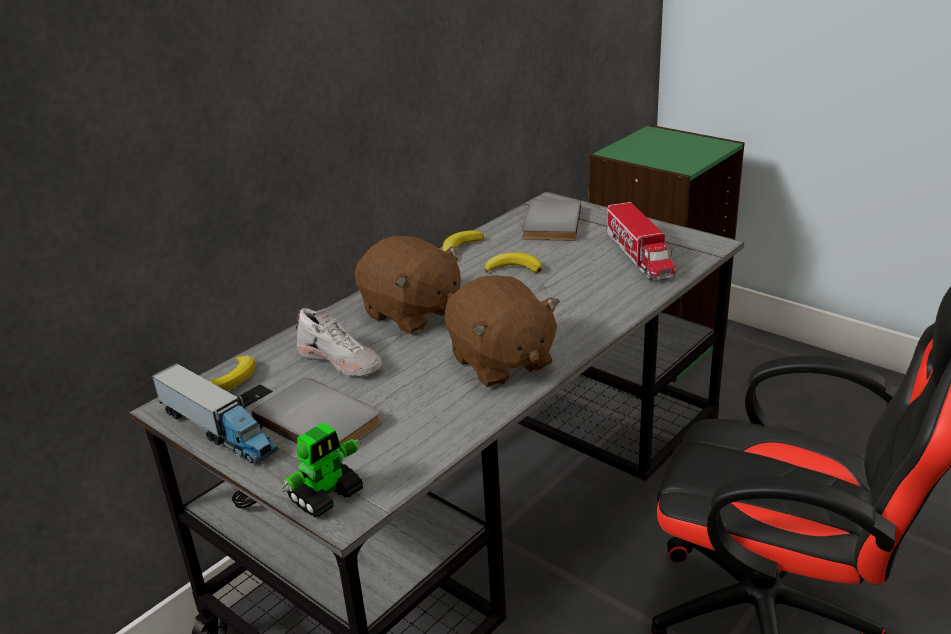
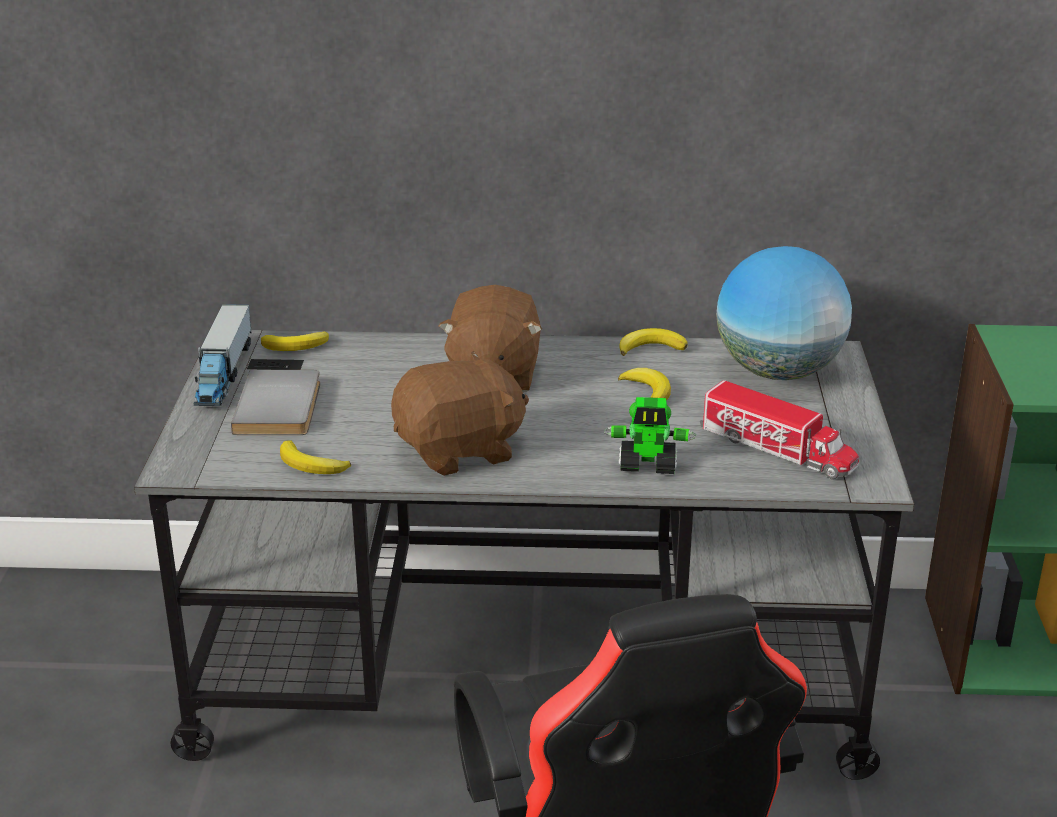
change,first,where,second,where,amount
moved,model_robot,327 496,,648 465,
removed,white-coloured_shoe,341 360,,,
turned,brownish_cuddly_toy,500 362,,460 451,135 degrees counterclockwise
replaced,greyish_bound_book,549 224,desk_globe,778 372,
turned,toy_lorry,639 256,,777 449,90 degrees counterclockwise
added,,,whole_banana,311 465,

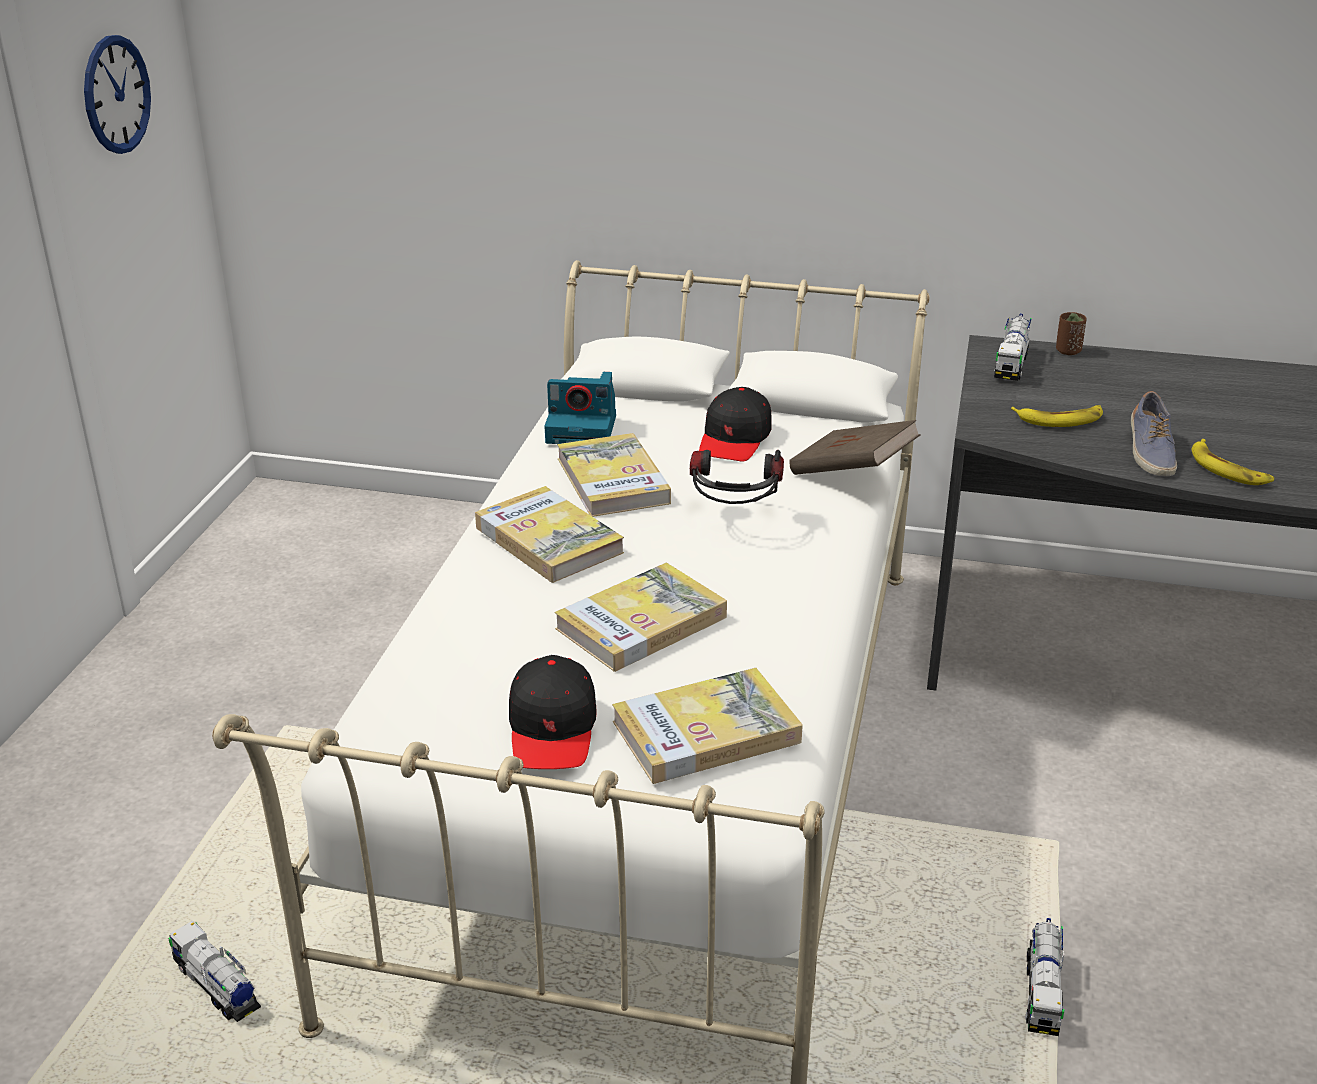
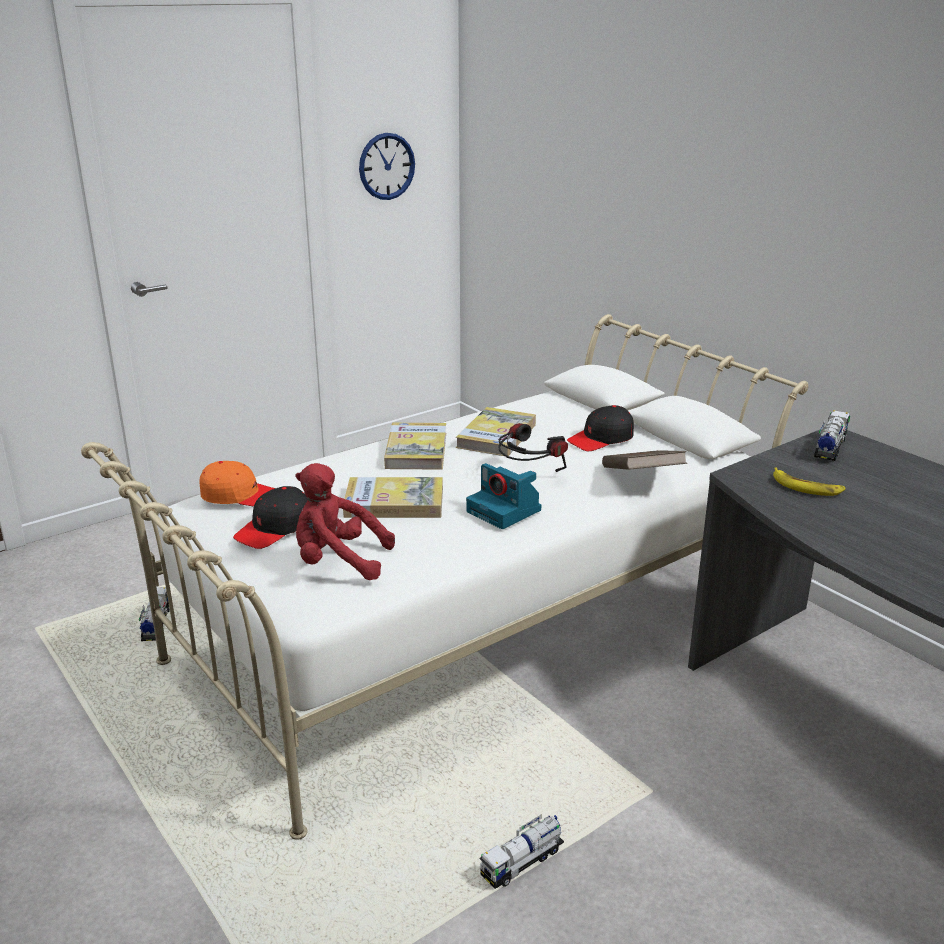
change,first,where,second,where,amount
moved,photo_camera,583 429,,505 511,
replaced,bound_book,706 732,reddish_cuddly_toy,338 562,
turned,toy_lorry,1011 365,,830 448,150 degrees clockwise
removed,brownish_small_cup,1068 351,,,
removed,shoe,1149 452,,,
removed,whole_banana,1227 469,,,
added,,,orange-coloured_cap,239 496,

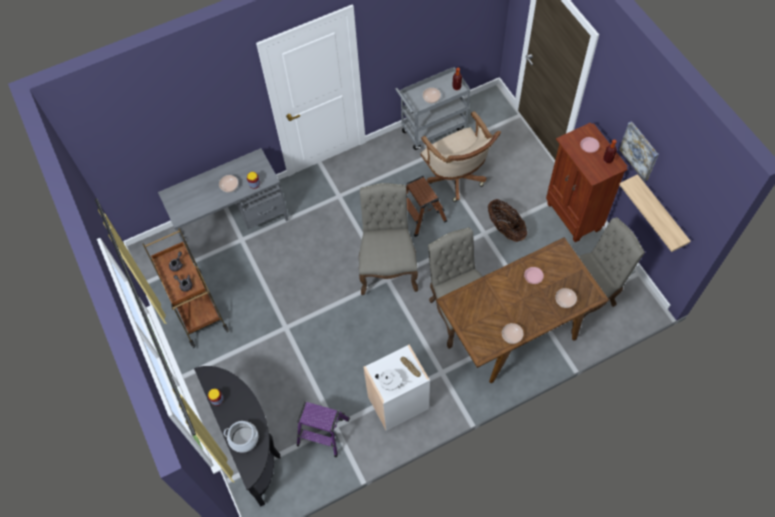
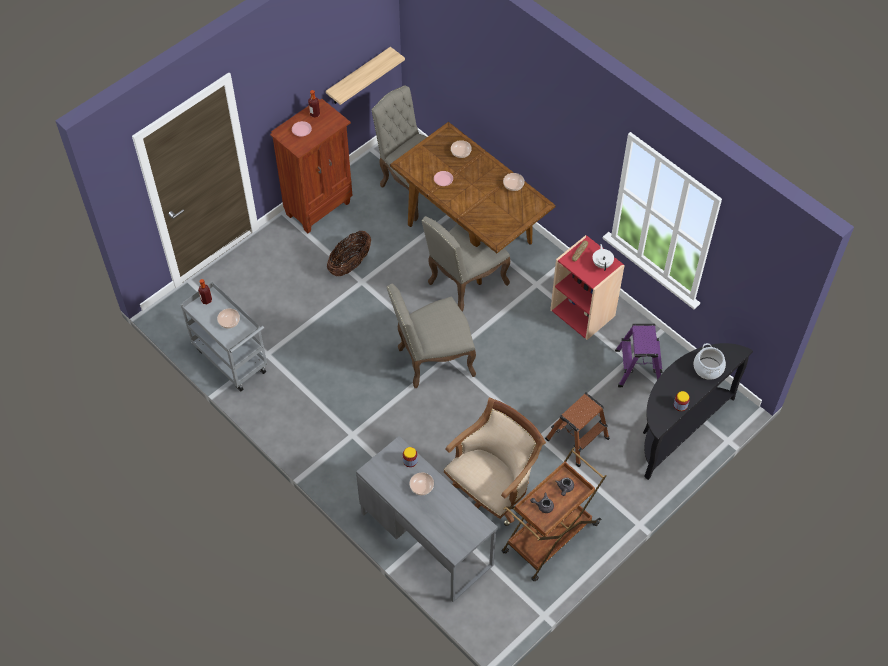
change,first,where,second,where,amount
recoloured,white-coloured_bookshelf,397 403,reddish_bookshelf,583 313,
moved,brownish_step_ladder,422 215,,577 438,
moved,office_chair,457 180,,492 494,
removed,picture,639 150,,,

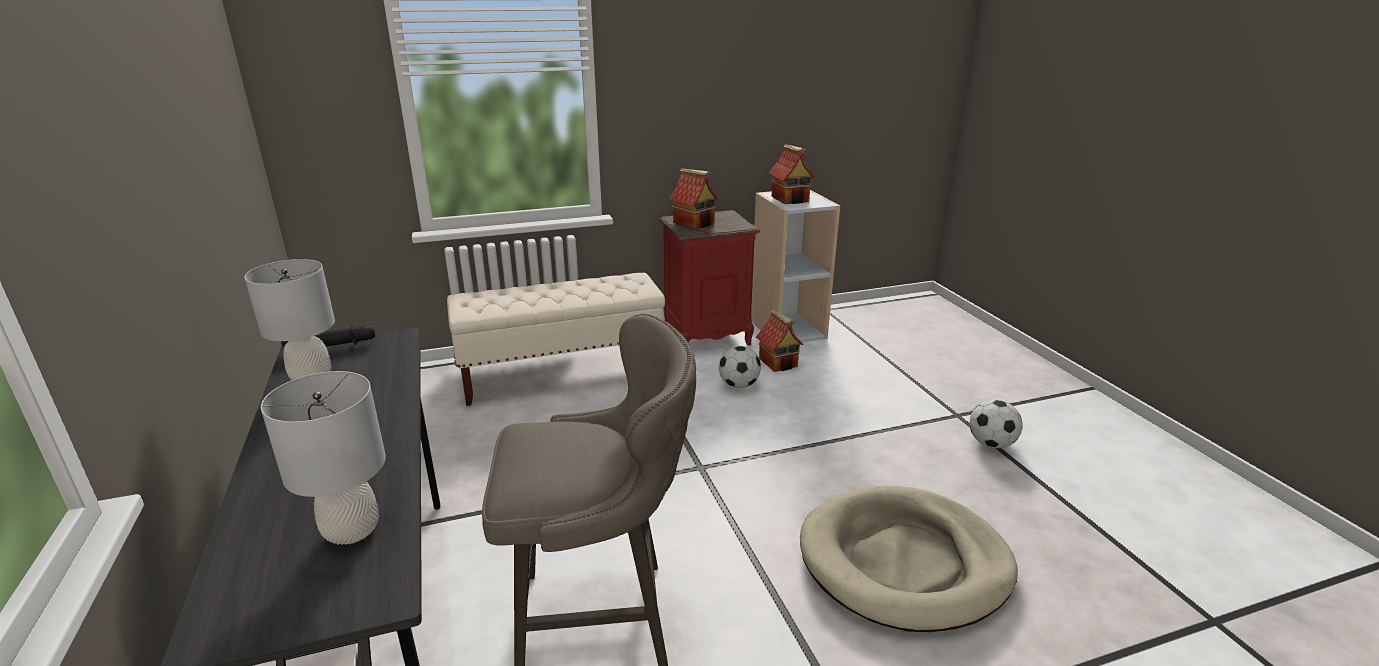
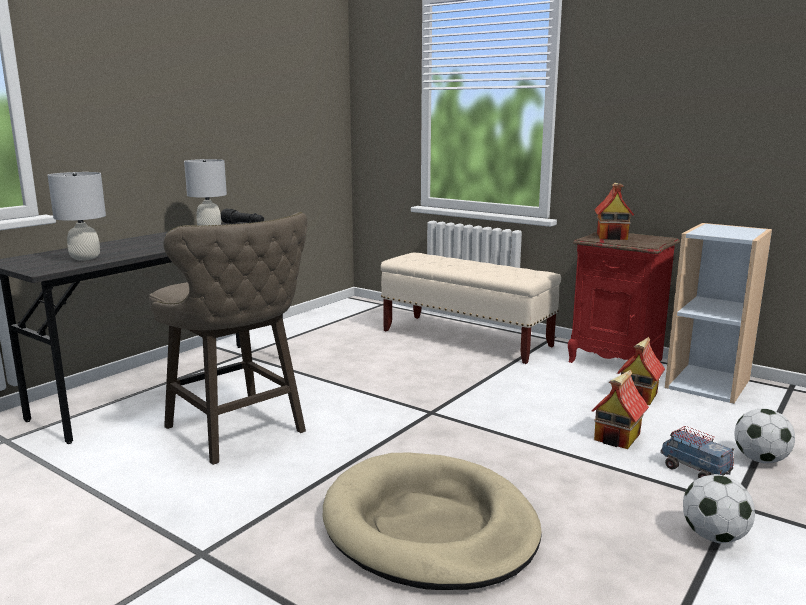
change,first,where,second,where,amount
moved,ball_for_football,739 385,,760 460,
moved,toy_house,791 199,,617 437,
added,,,toy_lorry,694 471,

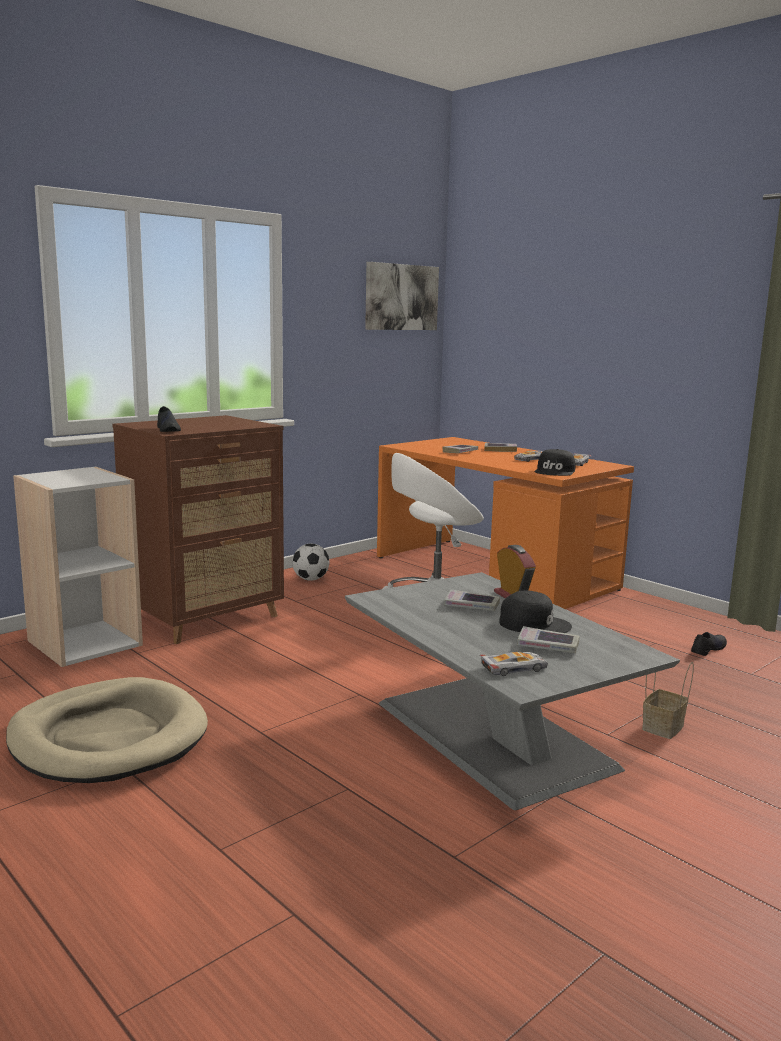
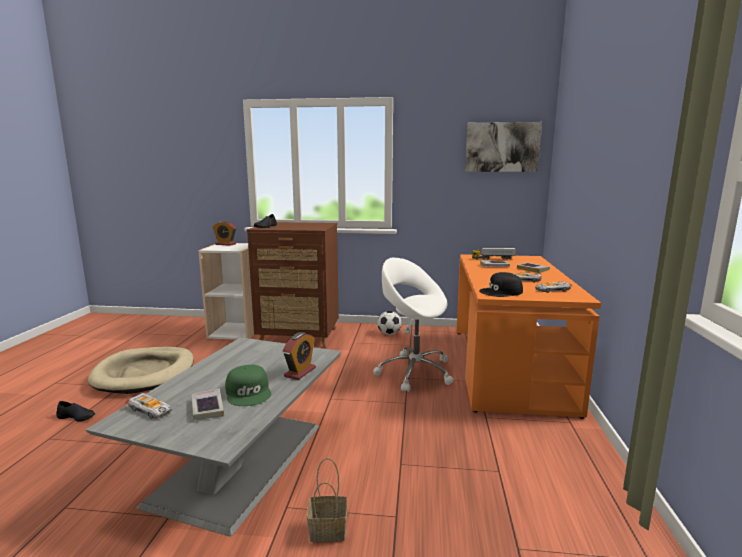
change,first,where,second,where,amount
removed,bound_book,471 605,,,
recoloured,blackish_cap,534 624,green-coloured_cap,249 392,
moved,blackish_shoe,708 649,,76 417,
added,,,alarm_clock,225 244,
added,,,toy_lorry,493 258,

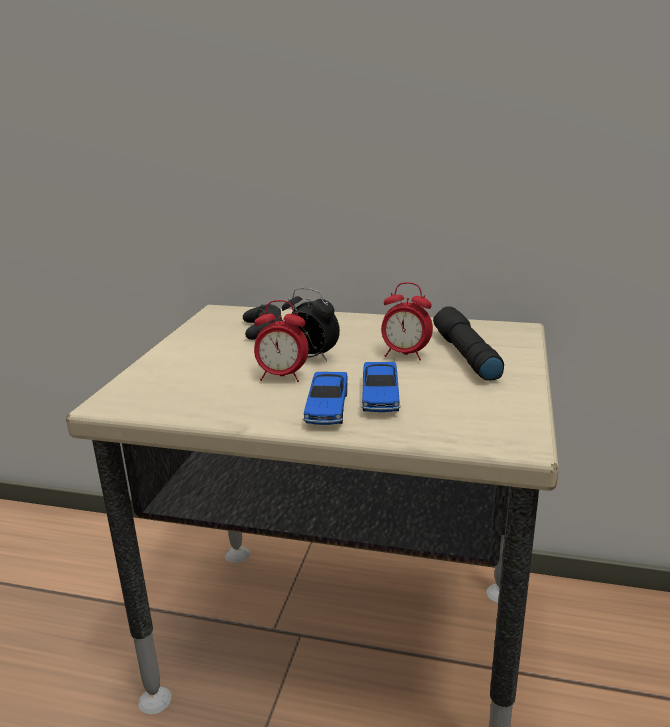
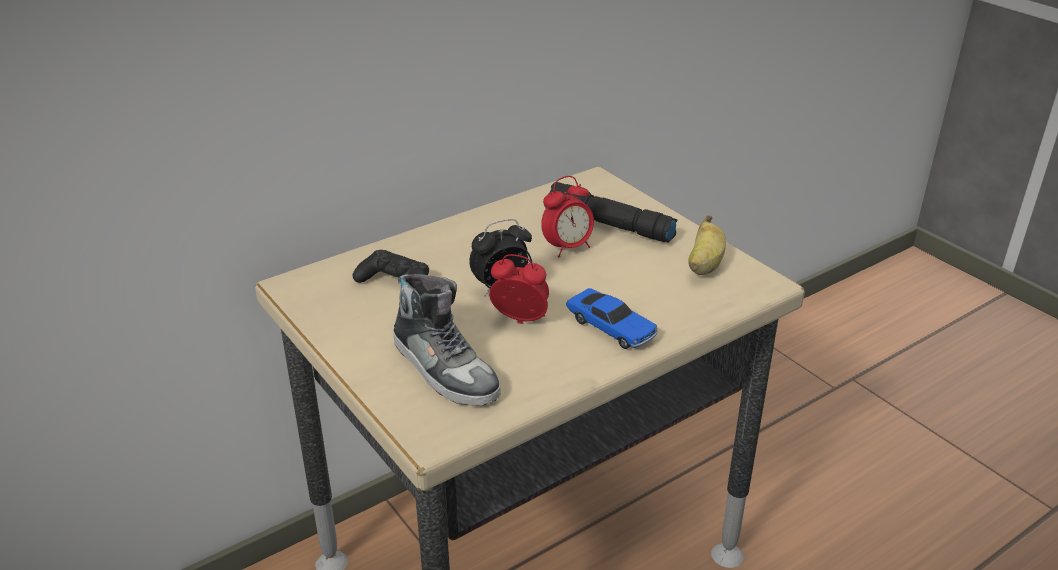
change,first,where,second,where,amount
turned,alarm_clock,282 377,,520 321,120 degrees counterclockwise
removed,miniature_car,380 396,,,
added,,,shoe,445 369,
added,,,whole_banana,704 265,

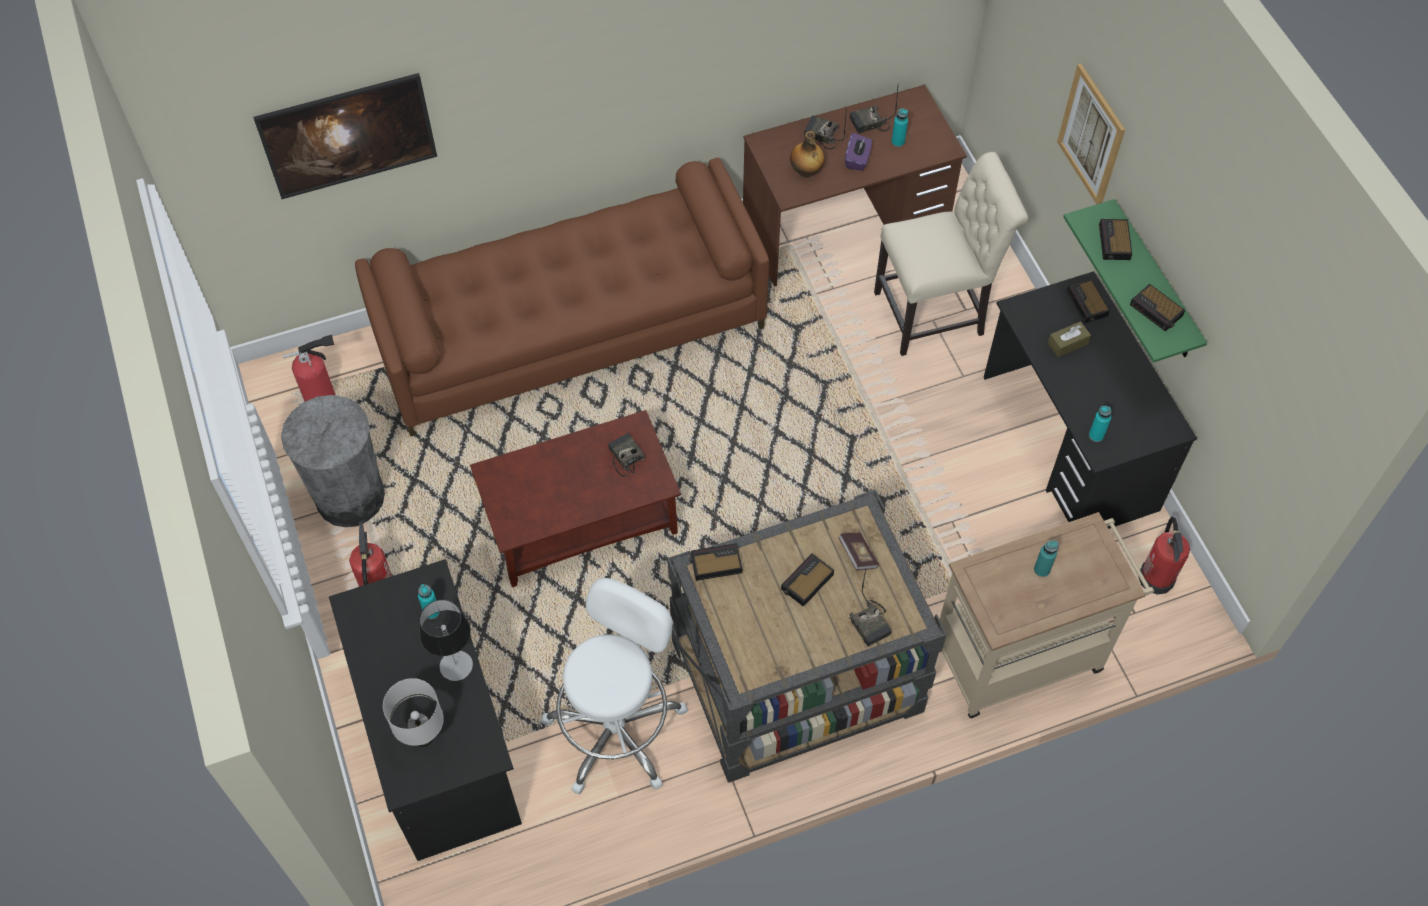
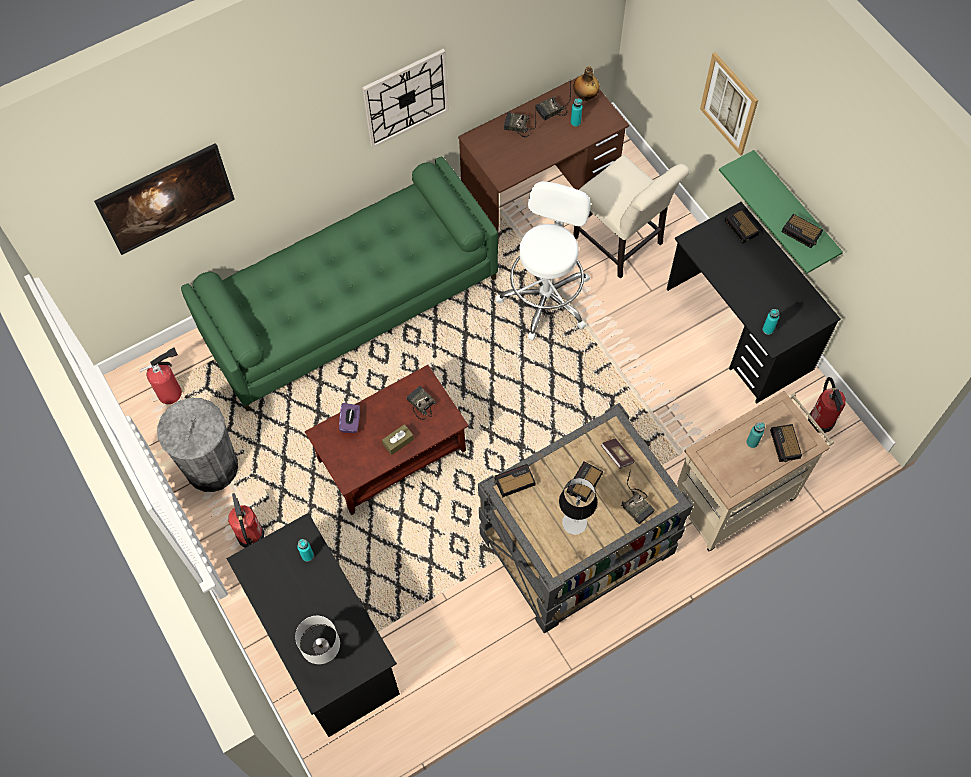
change,first,where,second,where,amount
recoloured,brownish_couch,571 330,green-coloured_couch,350 305,
moved,table_lamp,456 666,,574 523,
moved,white-coloured_sitting_stool,616 729,,546 297,
moved,beverage_bottle,806 172,,585 96,
moved,purple-coloured_tissue_box,857 159,,351 422,
turned,beige_chair,936 313,,621 244,75 degrees clockwise
moved,brownish_tissue_box,1067 343,,398 442,
moved,alarm_clock,1114 243,,785 445,
added,,,wall_clock,406 98,

